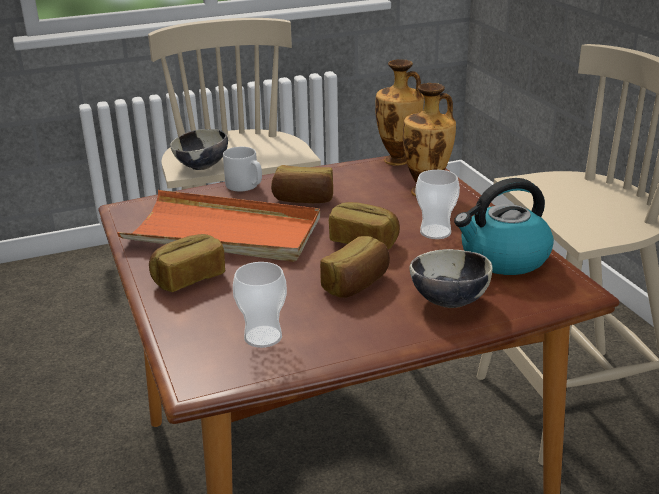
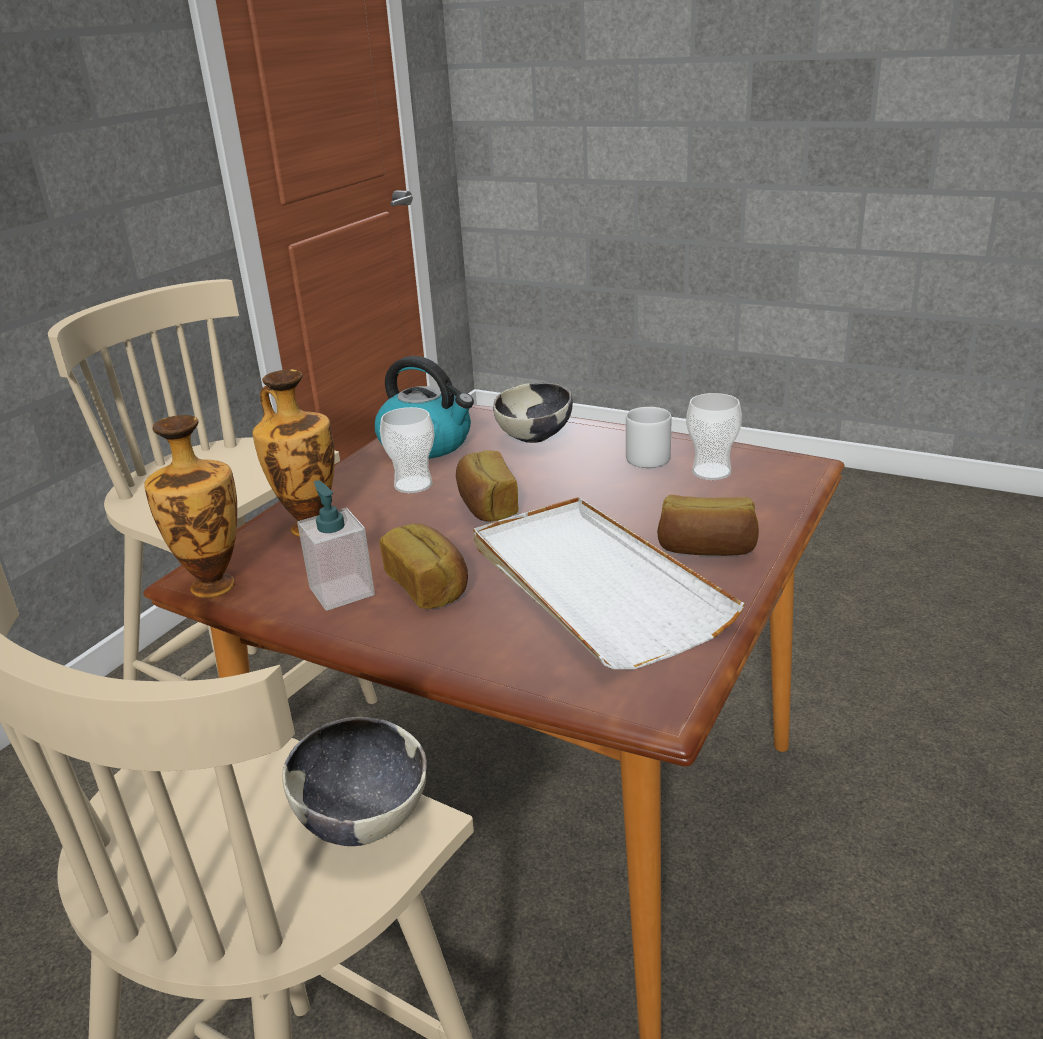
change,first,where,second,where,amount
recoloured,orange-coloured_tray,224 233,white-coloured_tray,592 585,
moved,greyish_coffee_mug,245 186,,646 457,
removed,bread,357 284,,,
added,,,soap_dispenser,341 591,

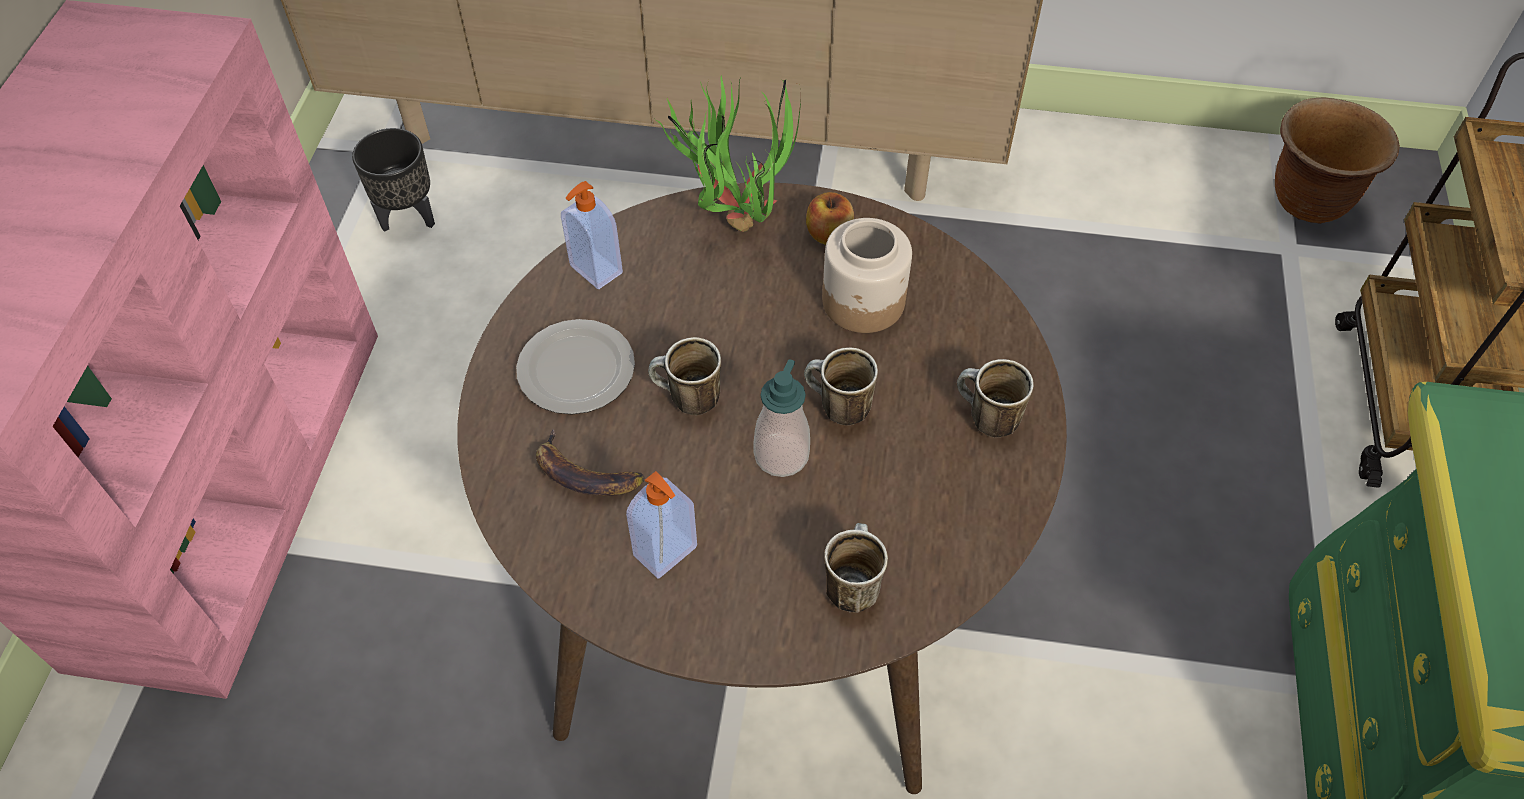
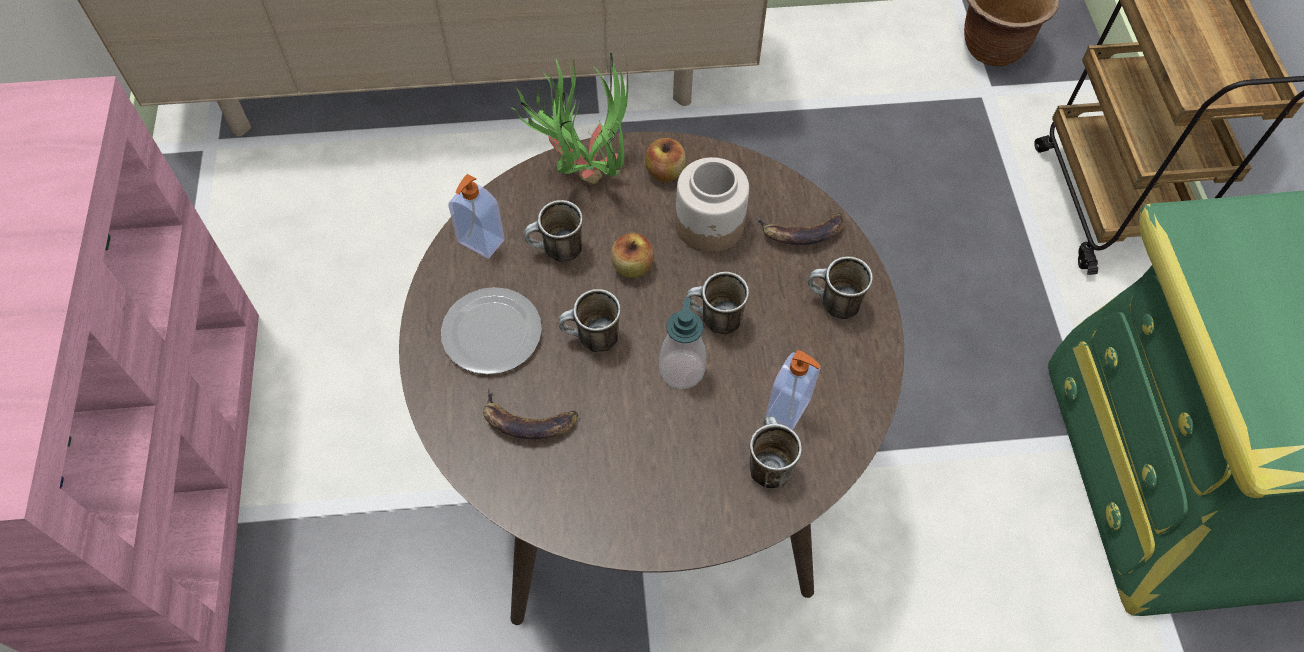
change,first,where,second,where,amount
removed,blackish_planter,409 216,,,
moved,soap_dispenser,667 553,,789 409,
added,,,coffee_mug,556 252,
added,,,whole_apple,632 267,
added,,,whole_banana,801 233,

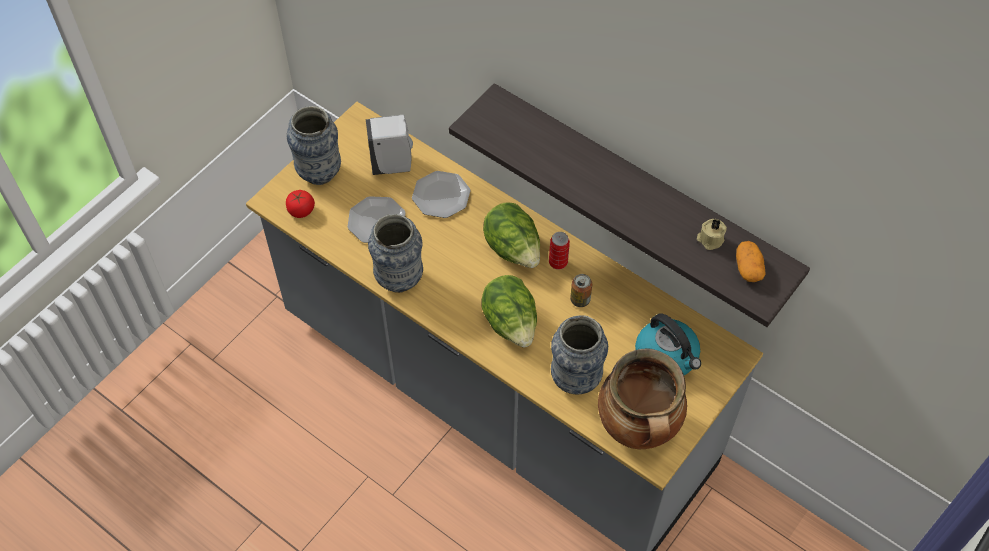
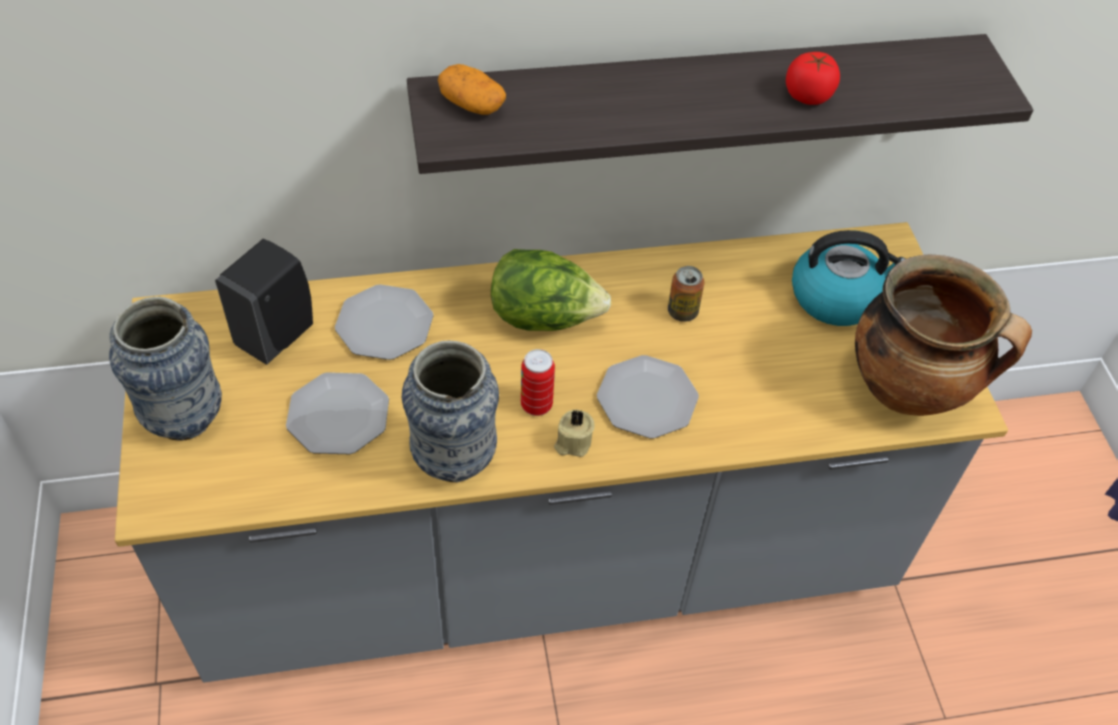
change,first,where,second,where,amount
moved,tomato,301 211,,808 96,
recoloured,white-coloured_soap_dispenser,393 165,blackish_soap_dispenser,277 335,
replaced,lettuce,511 324,dinner_plate,646 398,
moved,sealed_can,558 263,,536 405,
removed,decorative_vase,575 379,,,
moved,beige_wax_candle,710 239,,572 442,
moved,whole_potato,748 268,,471 105,

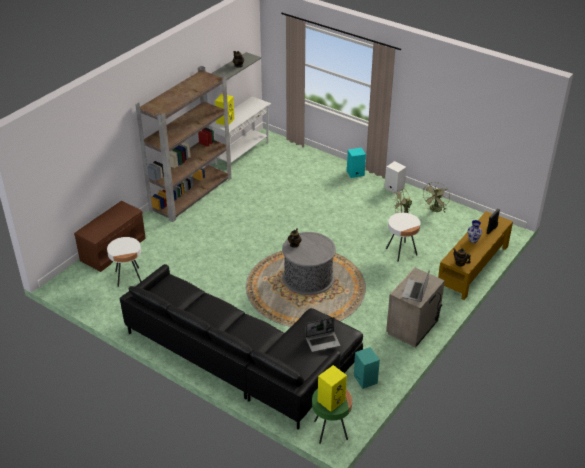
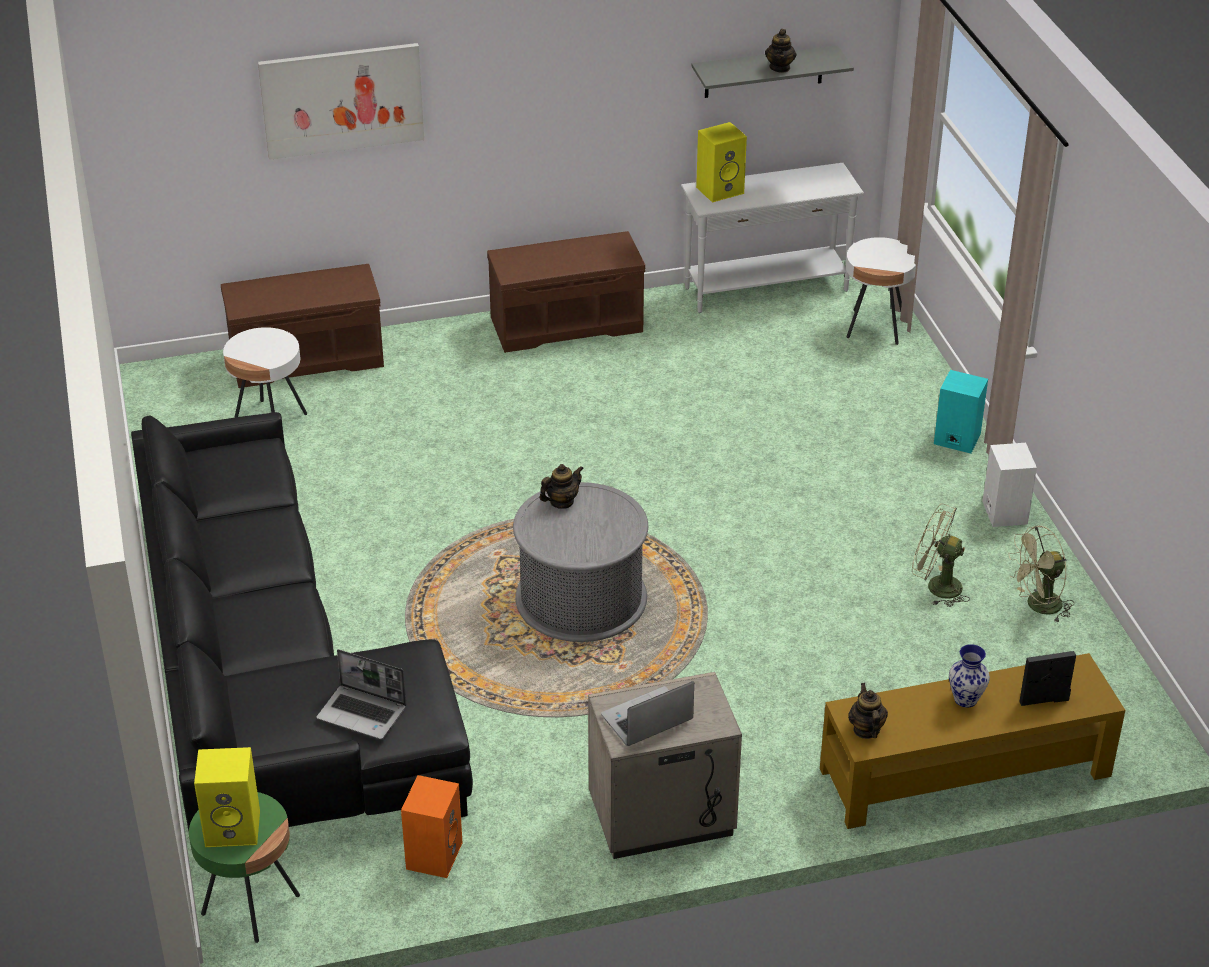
change,first,where,second,where,amount
replaced,brownish_bookshelf,191 194,brownish_indoor_bench,567 323,
recoloured,turquoise-coloured_audio_speaker,364 379,orange-coloured_audio_speaker,433 854,
moved,white-coloured_side_table,401 252,,875 327,
added,,,picture,342 100,

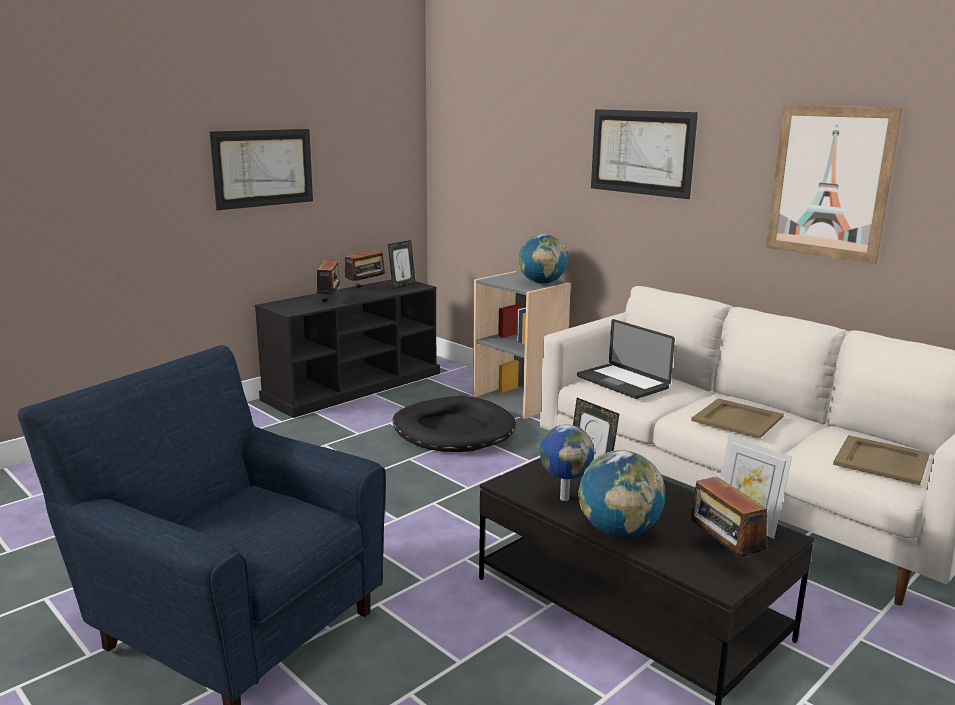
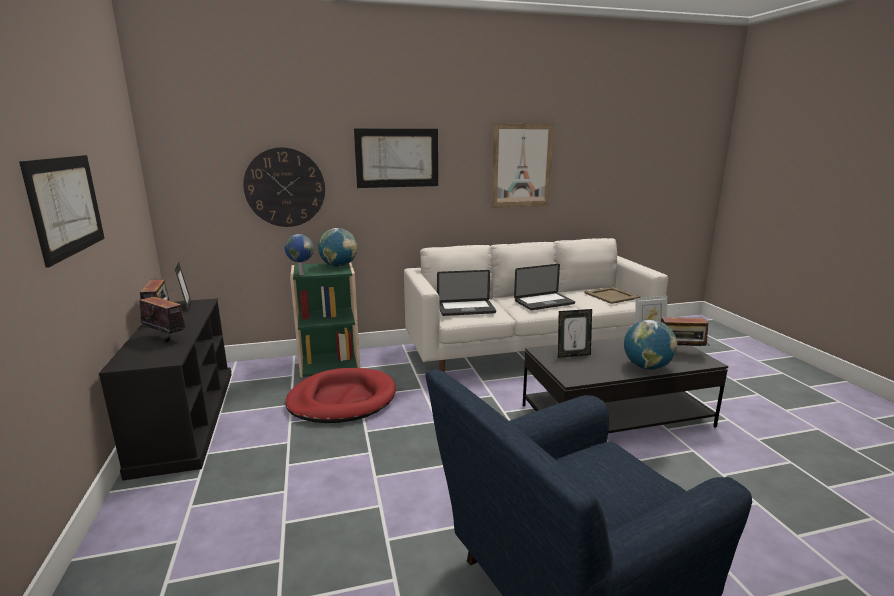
change,first,where,second,where,amount
recoloured,blackish_pet_bed,453 430,reddish_pet_bed,342 400,
recoloured,greyish_bookshelf,520 401,green-coloured_bookshelf,330 363,
moved,desk_globe,564 498,,301 274,
replaced,beige_tray,738 419,notebook_computer,544 302,
added,,,wall_clock,285 187,

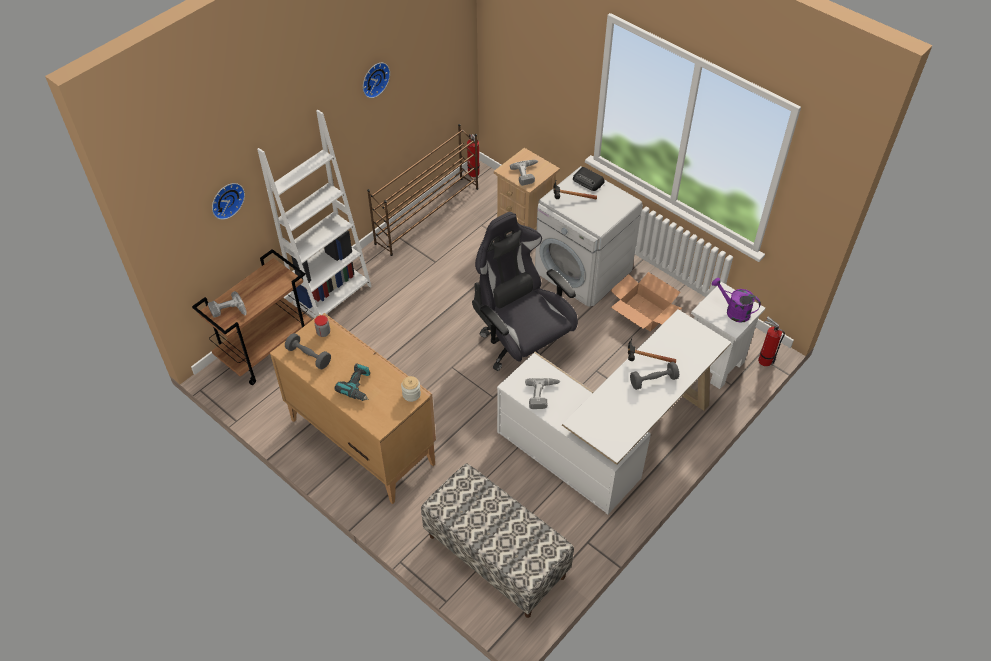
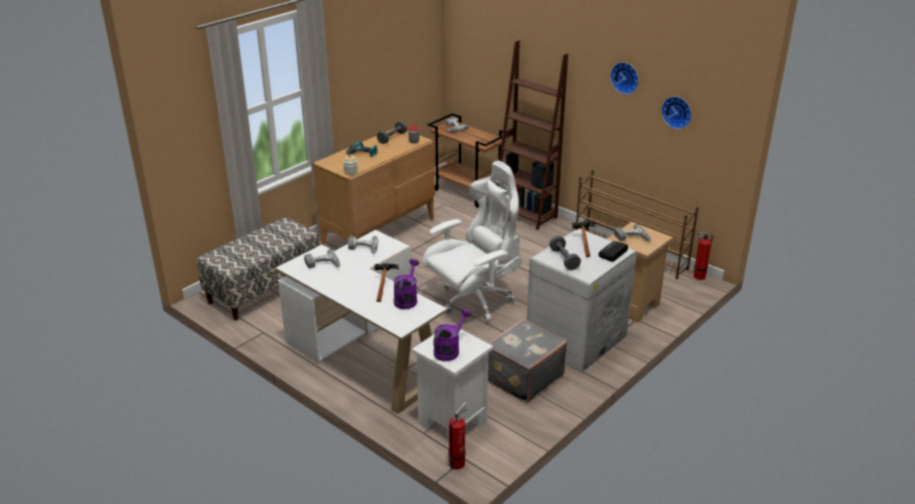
change,first,where,second,where,amount
moved,wall_clock,226 199,,677 111,
recoloured,white-coloured_bookshelf,332 295,brownish_bookshelf,525 214,
recoloured,blackish_office_chair,522 348,white-coloured_office_chair,472 303,
replaced,carton,643 312,greyish_piece_of_luggage,522 377,
moved,greyish_dumbbell,653 380,,564 259,
added,,,drill,323 265,
added,,,purple-coloured_sprinkling_can,406 299,

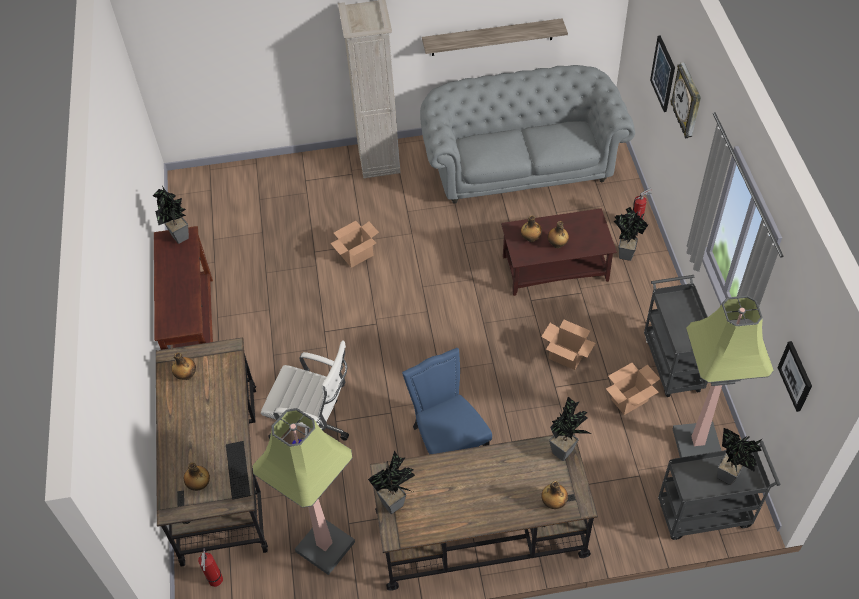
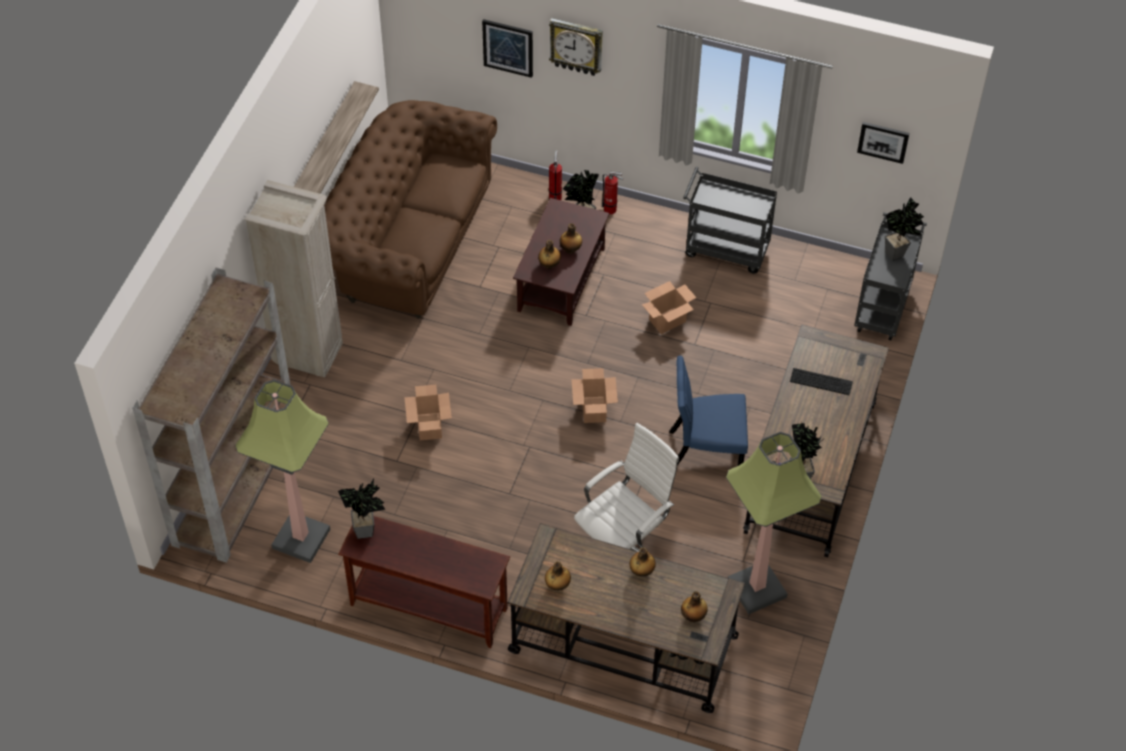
change,first,where,second,where,amount
moved,extinguisher,215 581,,611 210,
moved,computer_keyboard,237 470,,821 381,
recoloured,greyish_couch,520 163,brownish_couch,407 241,
moved,beverage_bottle,553 502,,641 571,
removed,plant_in_a_pot,565 451,,,
moved,carton,629 400,,594 410,
moved,floor_lamp,697 443,,301 538,
added,,,brownish_bookshelf,236 484,

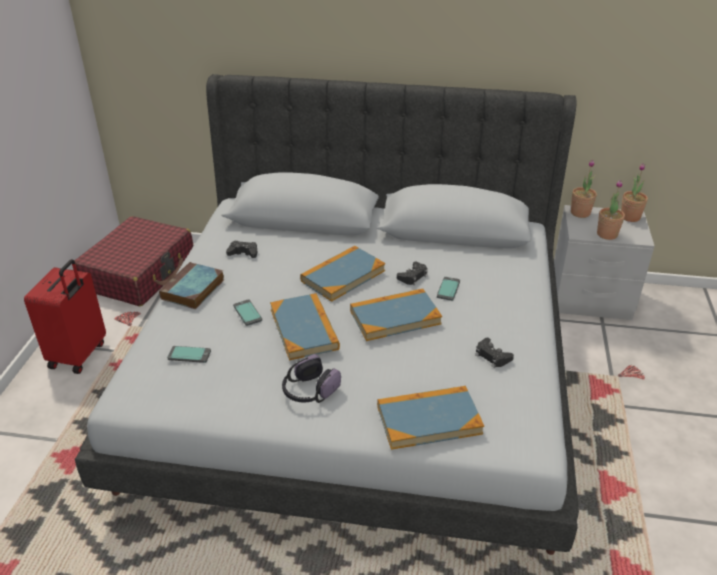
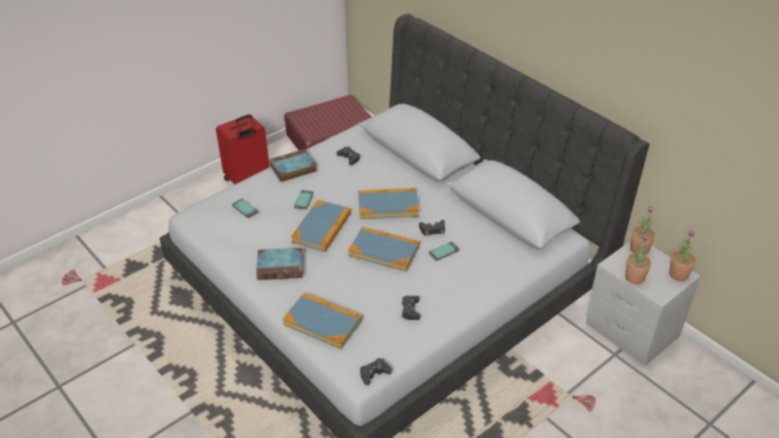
change,first,where,second,where,amount
replaced,pair_of_headphones,309 391,bound_book,281 267,
added,,,blackish_game_controller,374 374,

